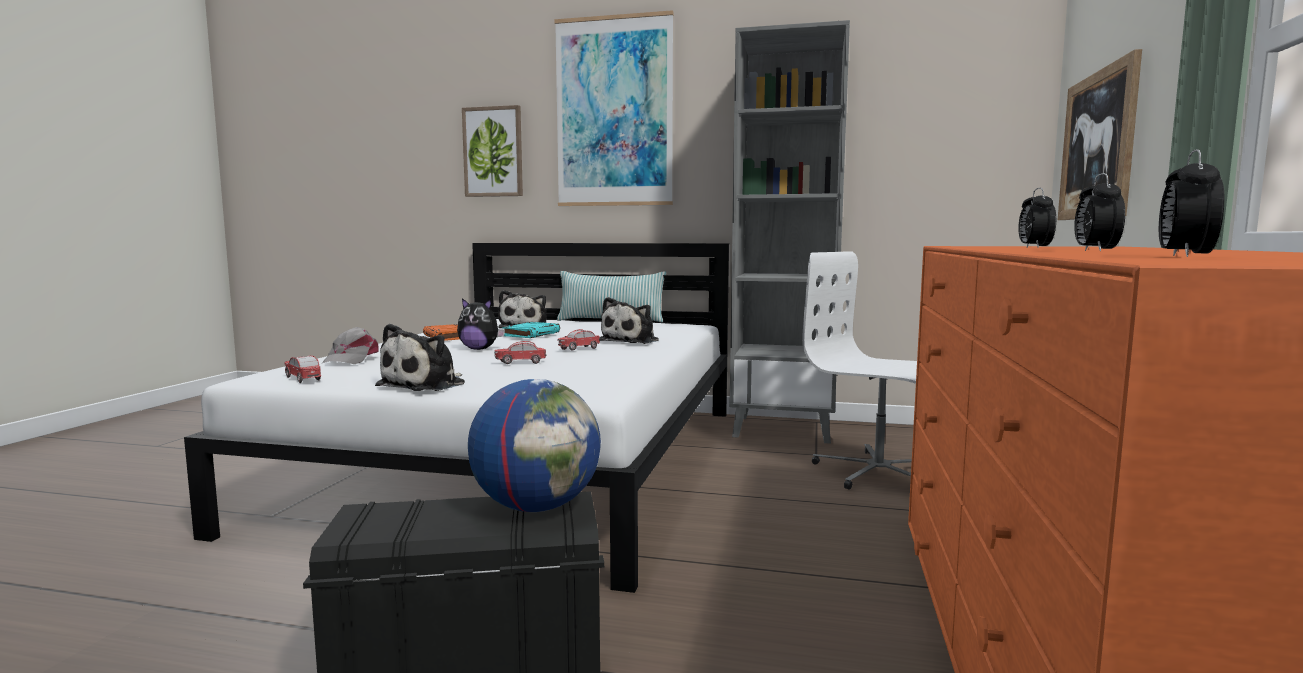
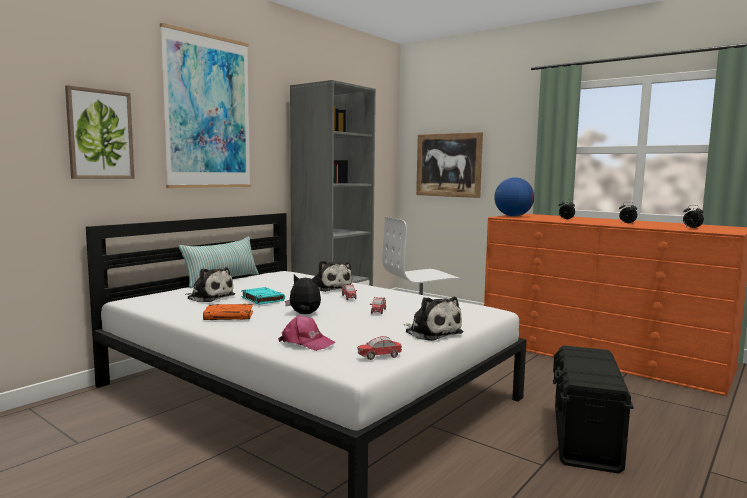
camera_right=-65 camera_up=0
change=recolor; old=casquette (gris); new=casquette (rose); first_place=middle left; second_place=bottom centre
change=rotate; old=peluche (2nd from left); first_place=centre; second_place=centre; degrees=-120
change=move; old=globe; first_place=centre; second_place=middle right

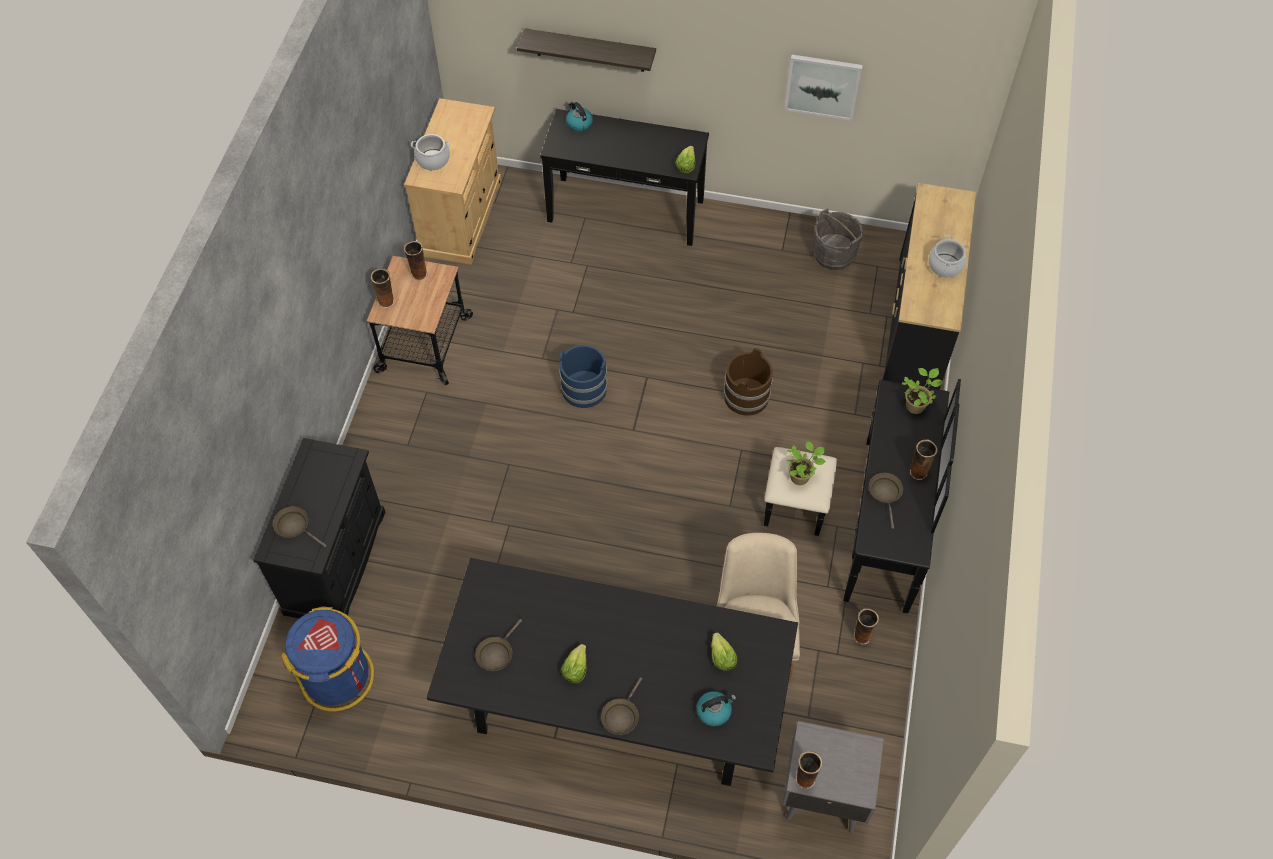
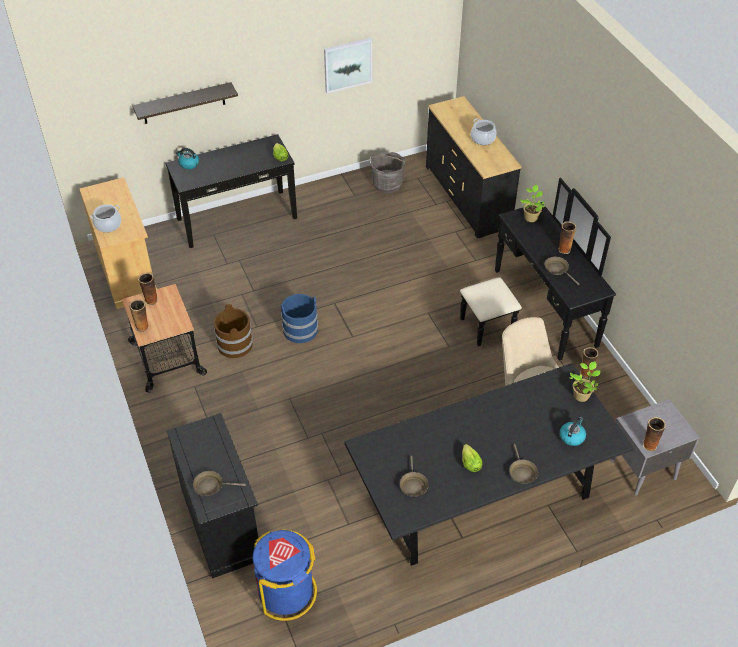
camera_right=-35 camera_up=-10
change=delete; old=laitue (3rd from left); first_place=bottom centre
change=move; old=seau (marron); first_place=centre; second_place=middle left
change=move; old=plante en pot (1st from left in the first image); new=plante en pot (2nd from left); first_place=centre; second_place=middle right

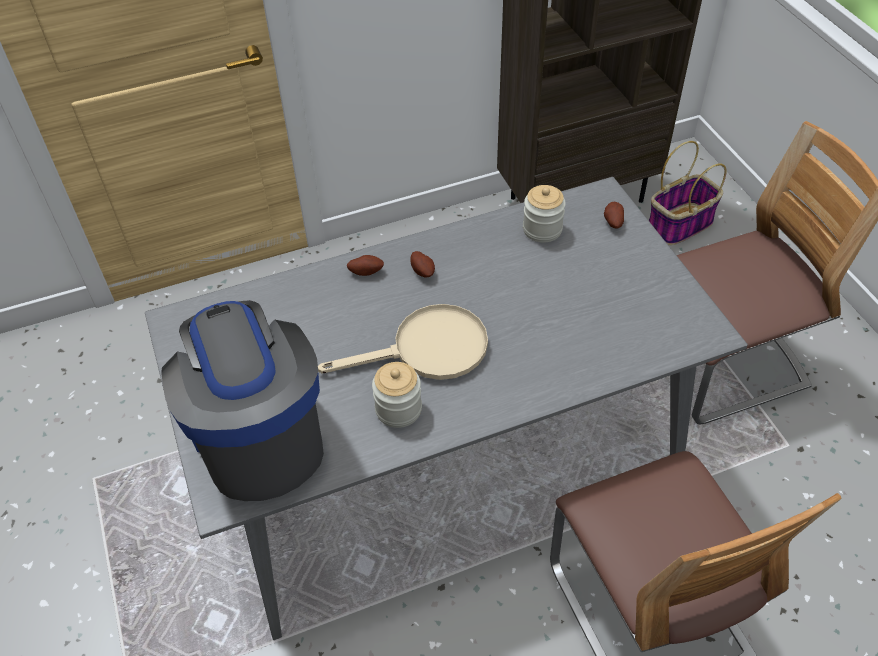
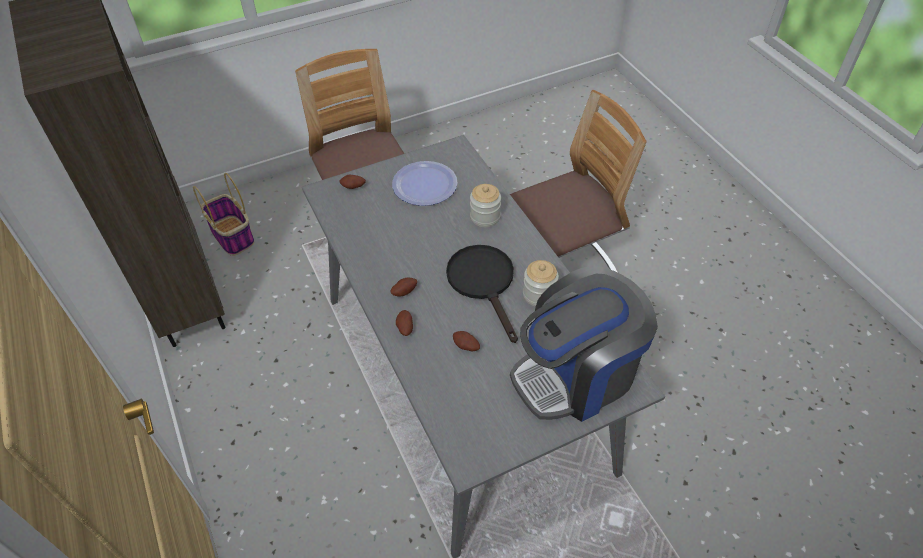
camera_right=-95 camera_up=0
change=recolor; old=poêle (beige); new=poêle (noir); first_place=centre; second_place=centre
change=move; old=bocal (2nd from left in the first image); new=bocal (1st from left); first_place=top centre; second_place=centre
change=insert; new=assiette; second_place=top centre
change=insert; new=pomme de terre (4th from left); second_place=centre

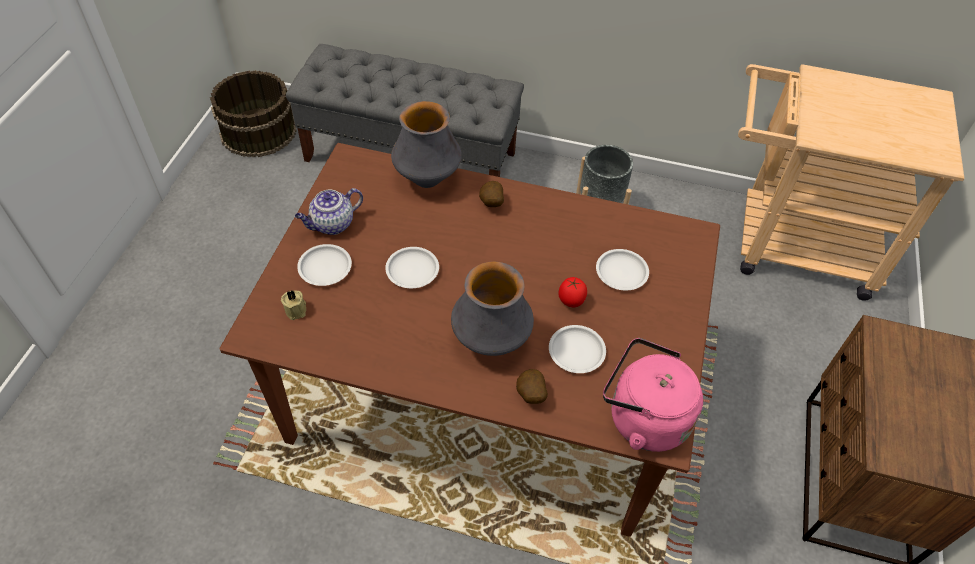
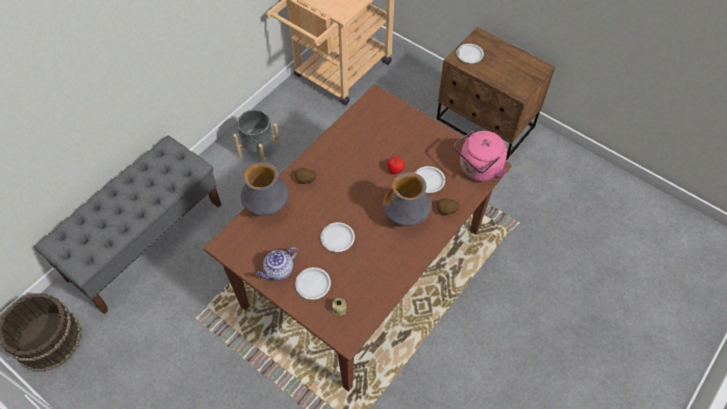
camera_right=-65 camera_up=5
change=rotate; old=théière; first_place=centre; second_place=centre; degrees=60
change=move; old=assiette (blanc) (4th from left); first_place=centre; second_place=top centre

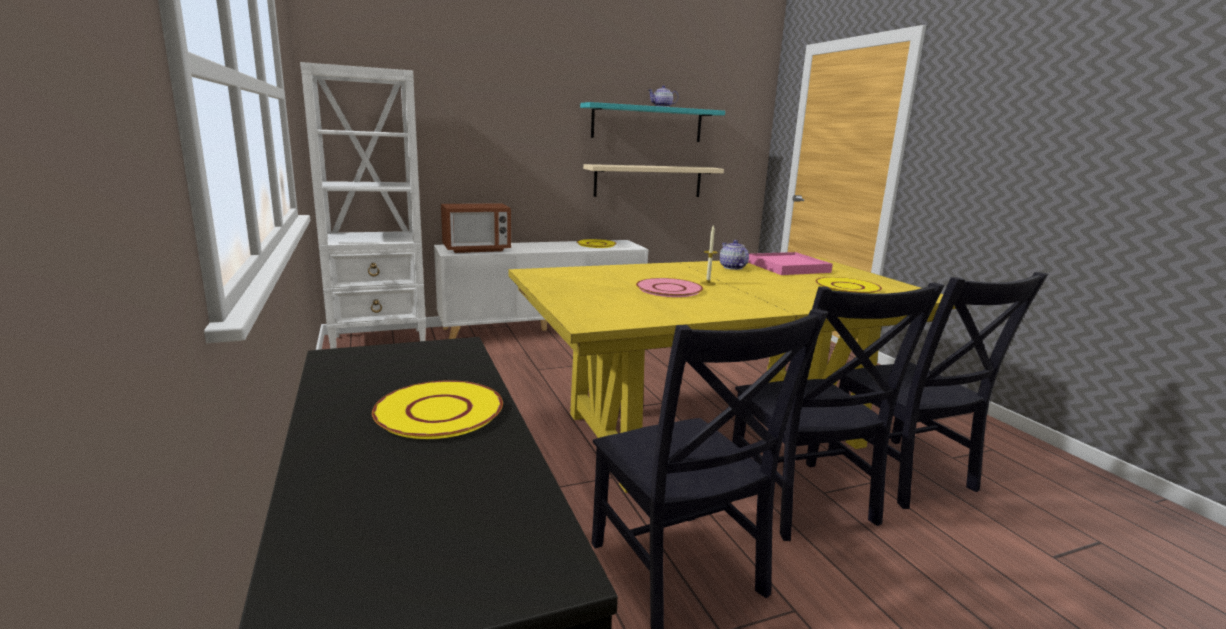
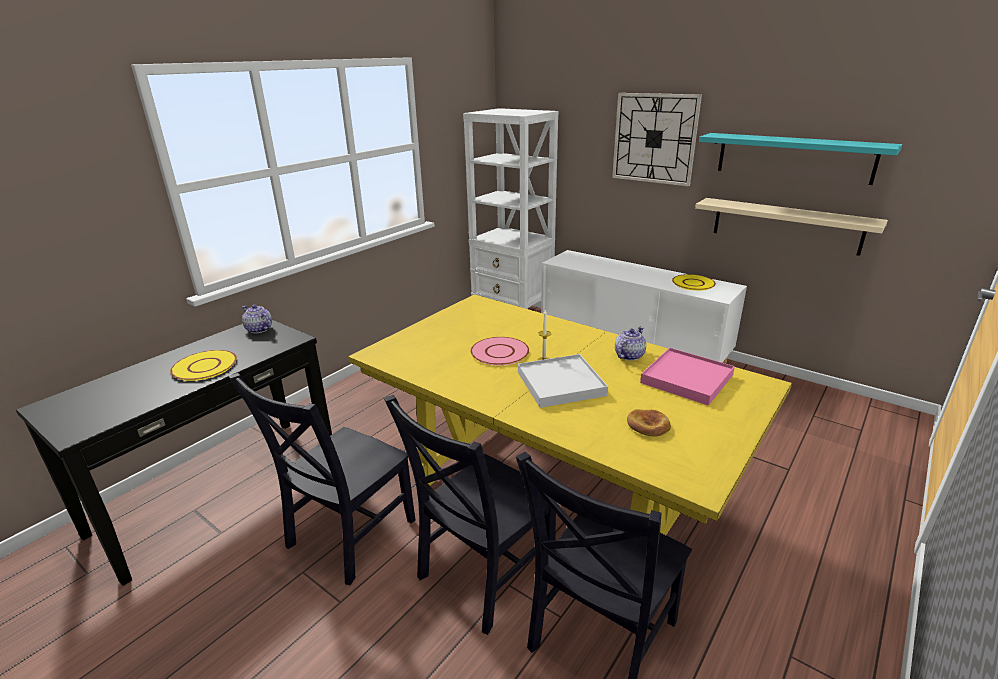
camera_right=60 camera_up=10
change=delete; old=micro-ondes; first_place=centre
change=move; old=théière (1st from left); first_place=top centre; second_place=middle left
change=replace; old=assiette (jaune) (3rd from left); new=pain; first_place=middle right; second_place=centre
change=insert; new=plateau (blanc); second_place=centre
change=insert; new=horloge murale; second_place=top centre

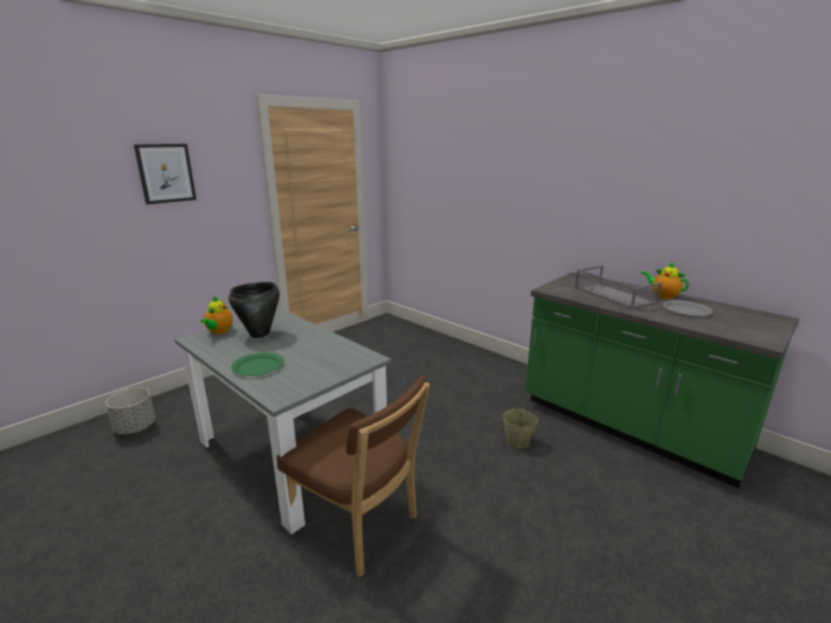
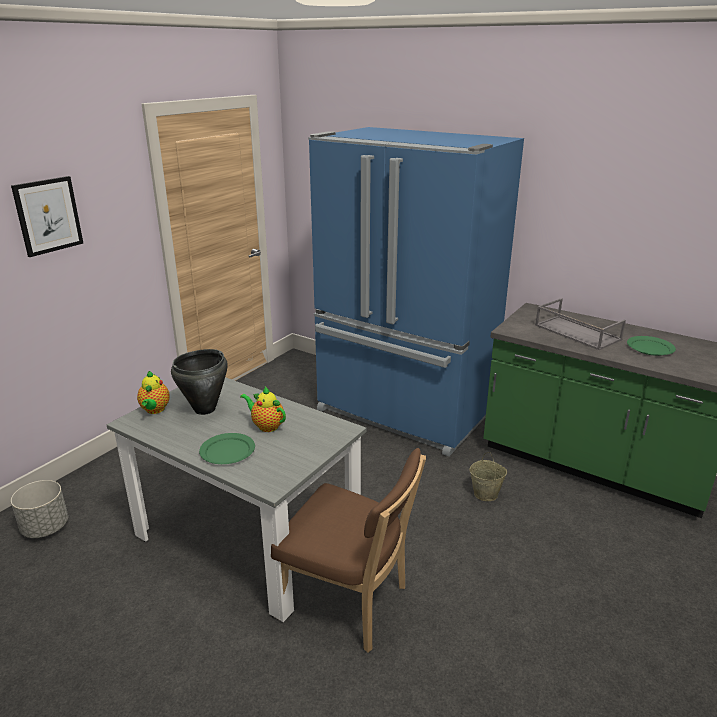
camera_right=-10 camera_up=5
change=move; old=théière (2nd from left); first_place=middle right; second_place=centre
change=recolor; old=assiette (gris); new=assiette (vert) (2nd from left); first_place=middle right; second_place=middle right
change=insert; new=réfrigérateur (bleu); second_place=centre

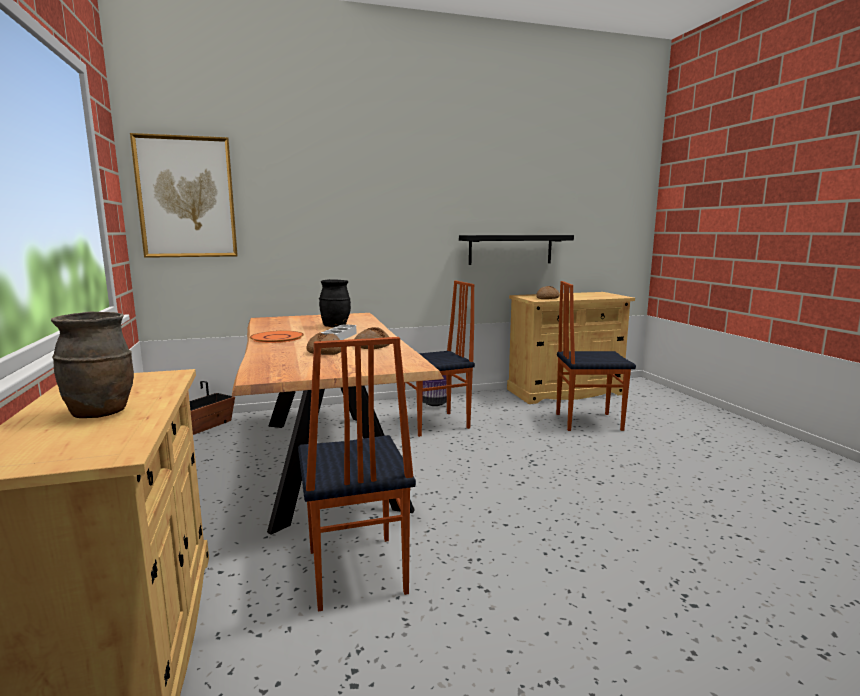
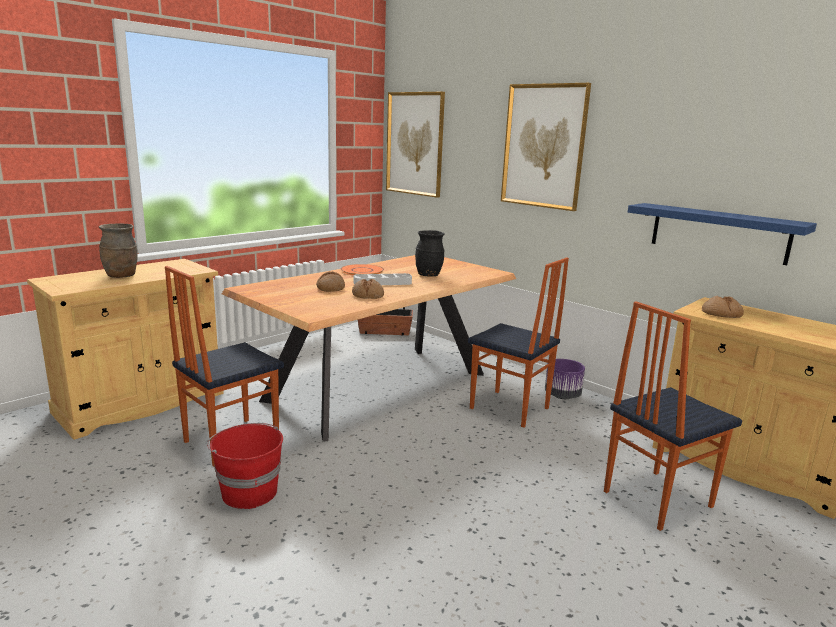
camera_right=60 camera_up=5
change=recolor; old=étagère (noir); new=étagère (bleu); first_place=centre; second_place=middle right
change=rotate; old=chaise (3rd from left); first_place=middle right; second_place=middle right; degrees=-90
change=insert; new=seau (rouge); second_place=bottom left
change=insert; new=tableau (2nd from left); second_place=top centre

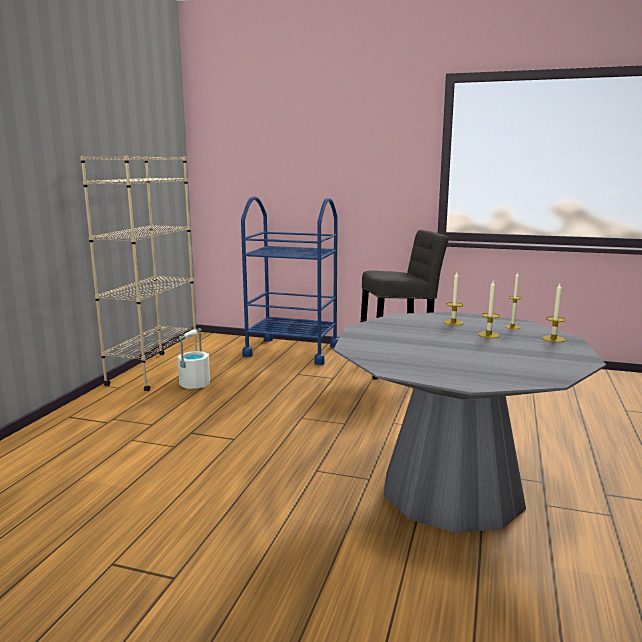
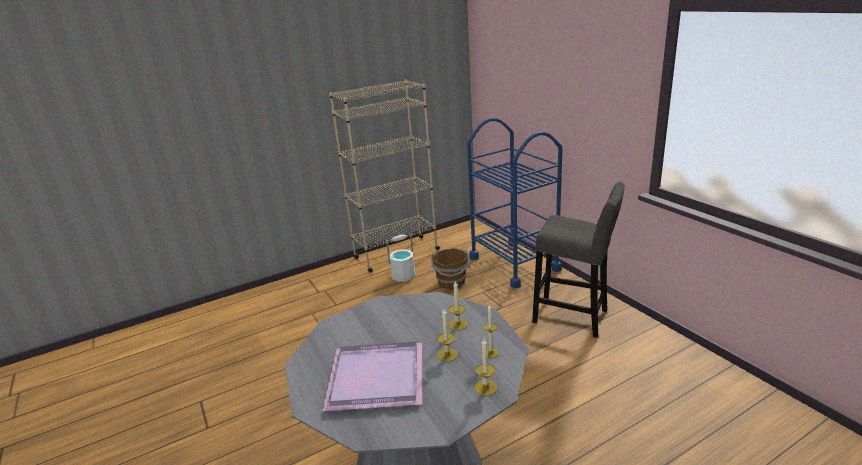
camera_right=45 camera_up=10
change=insert; new=plateau (violet); second_place=bottom centre
change=insert; new=seau (marron); second_place=centre

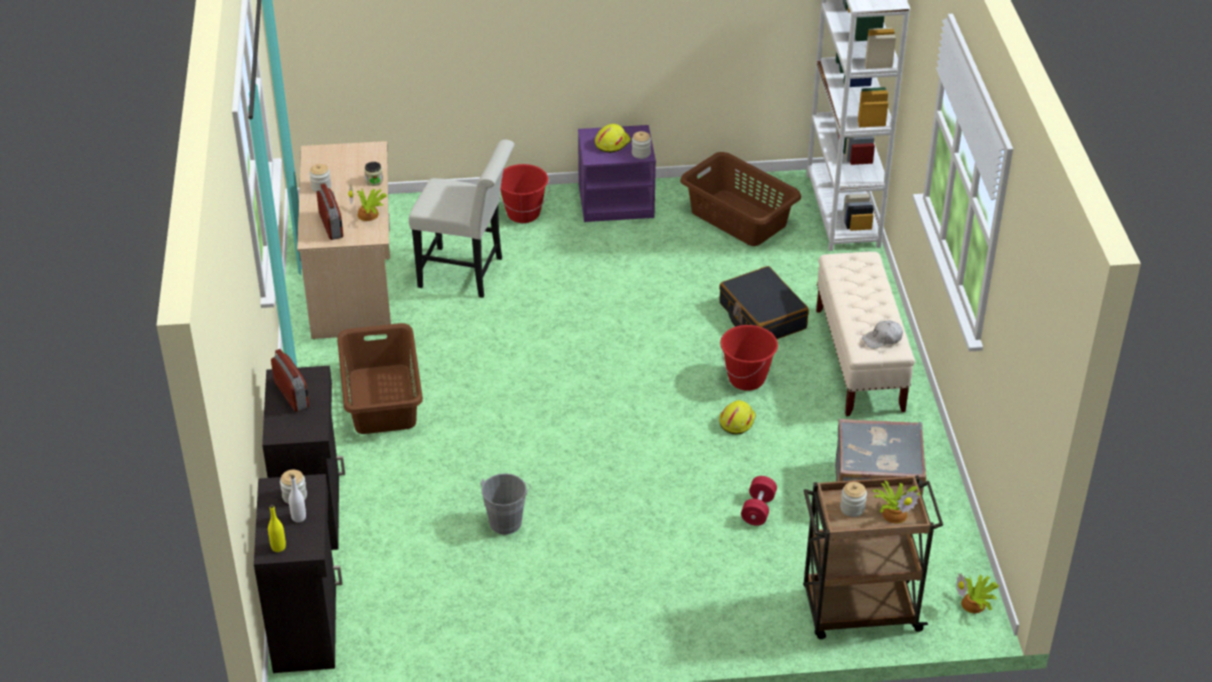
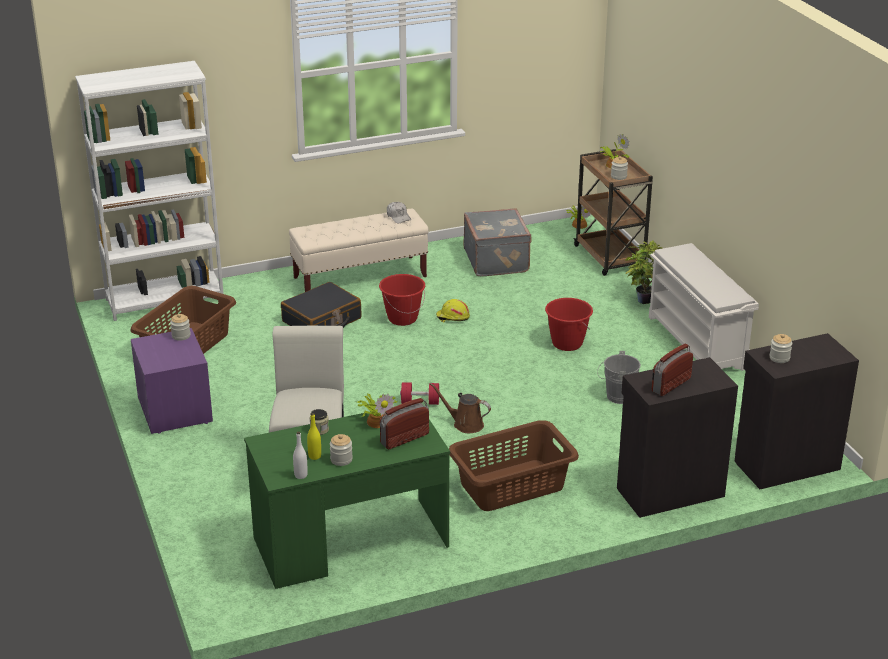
camera_right=-105 camera_up=-10
change=move; old=bouteille (jaune); first_place=bottom left; second_place=centre
change=move; old=bouteille (blanc); first_place=bottom left; second_place=bottom centre
change=recolor; old=bureau (beige); new=bureau (vert); first_place=middle left; second_place=bottom centre
change=move; old=seau (rouge) (1st from left in the first image); new=seau (rouge) (2nd from left); first_place=top centre; second_place=centre
change=delete; old=casque de chantier (jaune) (1st from left); first_place=top centre
change=move; old=haltère (rouge); first_place=bottom centre; second_place=centre
change=insert; new=arrosoir (marron); second_place=centre
change=insert; new=plante en pot (4th from left); second_place=middle right
change=insert; new=étagère à chaussures (blanc); second_place=middle right

